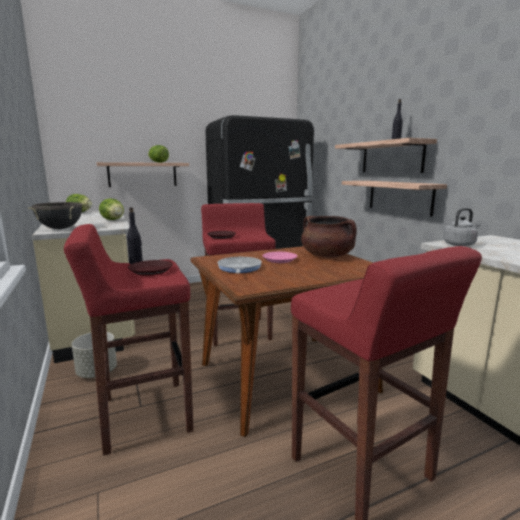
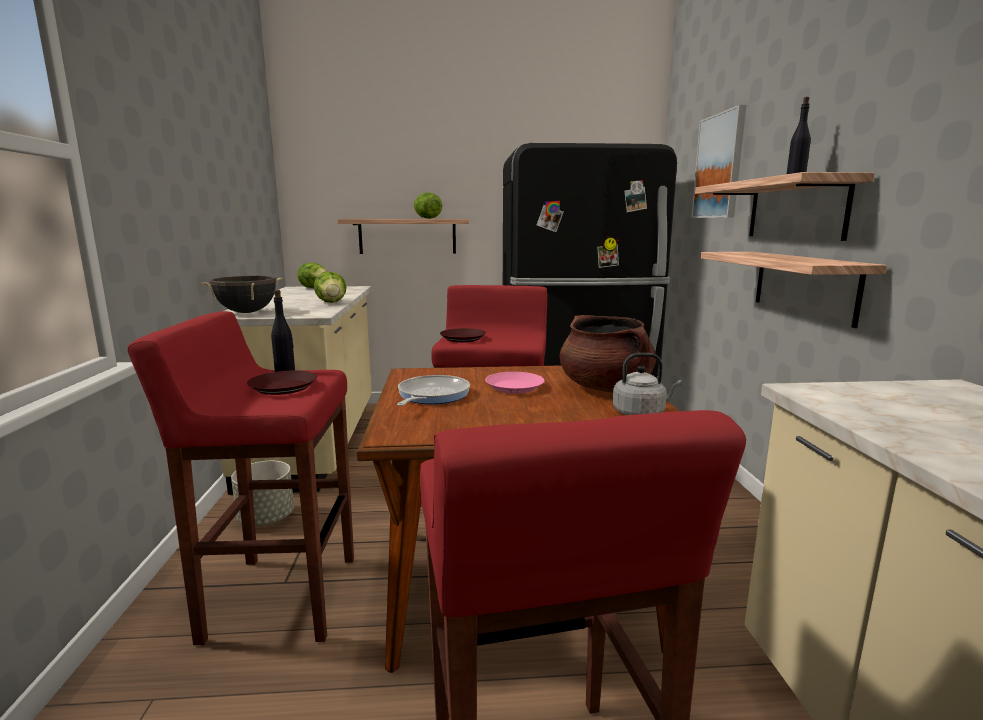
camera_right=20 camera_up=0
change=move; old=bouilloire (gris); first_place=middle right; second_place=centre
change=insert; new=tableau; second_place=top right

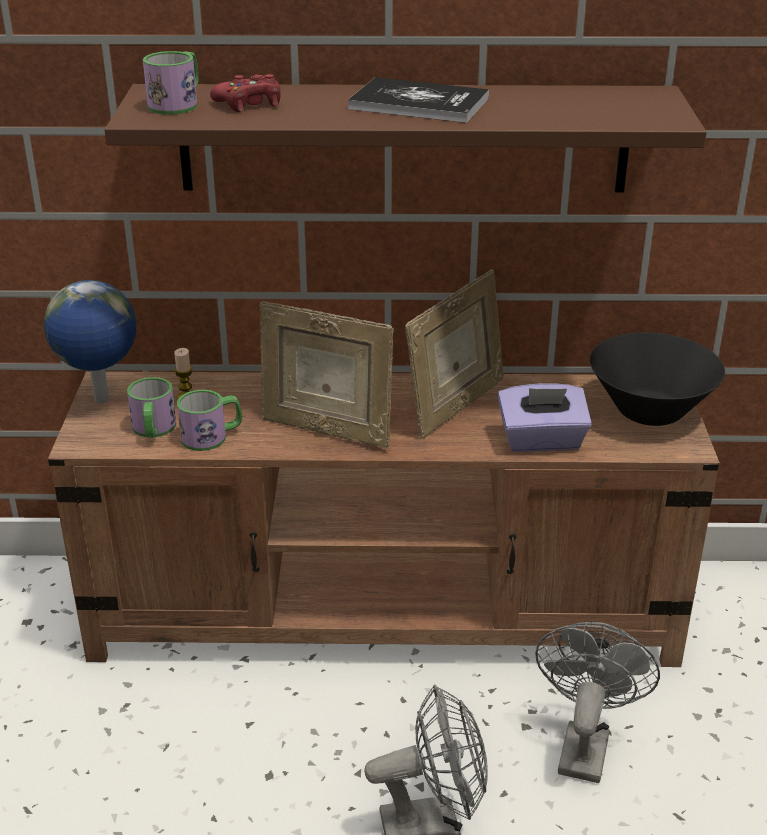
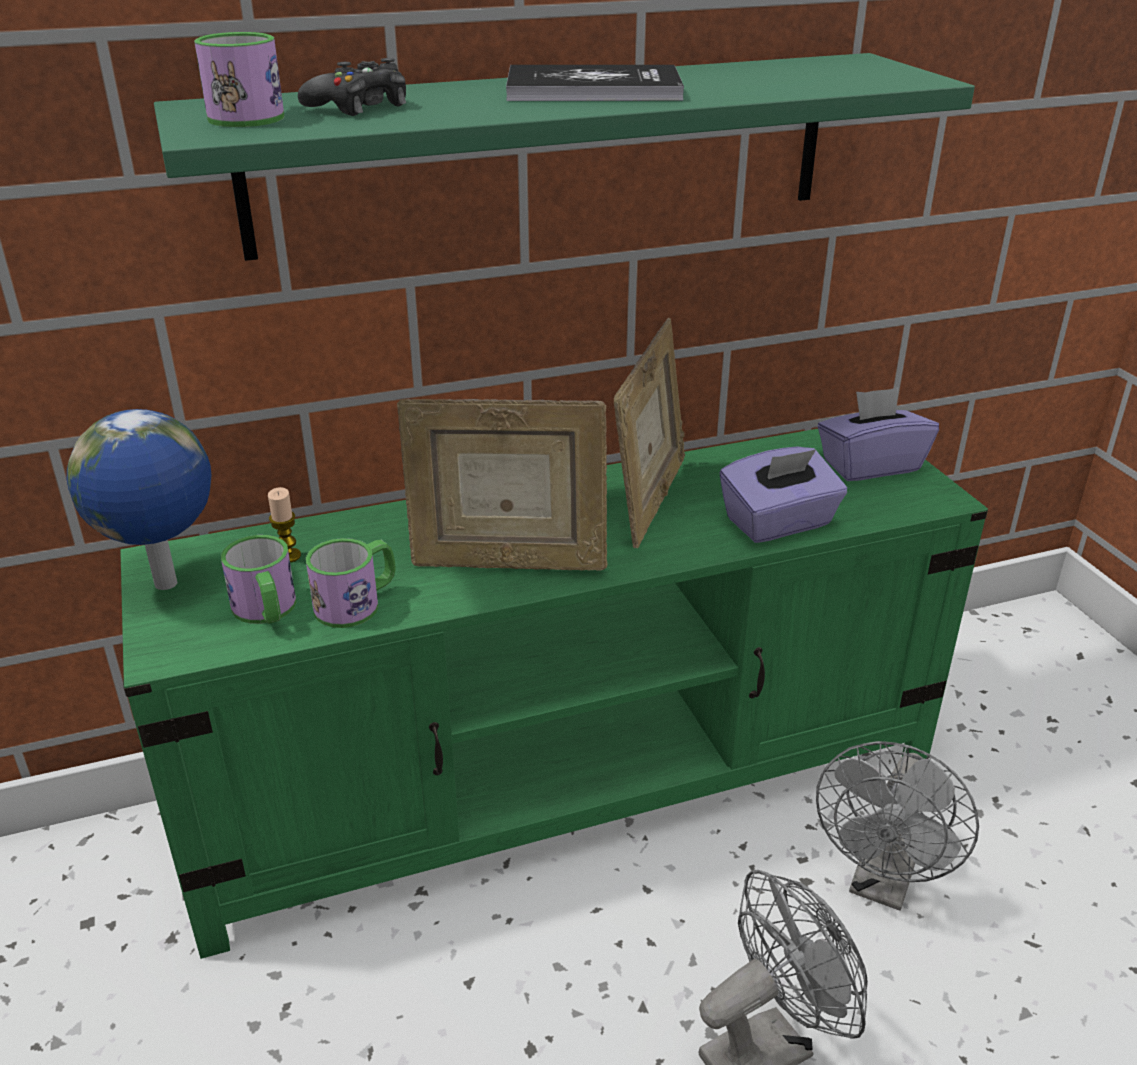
camera_right=-20 camera_up=0
change=recolor; old=meuble télé (marron); new=meuble télé (vert); first_place=centre; second_place=centre
change=recolor; old=étagère (marron); new=étagère (vert); first_place=top centre; second_place=top centre
change=recolor; old=manette (rouge); new=manette (noir); first_place=top left; second_place=top left
change=rotate; old=ventilateur (gris) (2nd from left); first_place=bottom right; second_place=bottom right; degrees=-150
change=replace; old=bol (noir); new=boîte à mouchoirs (violet) (2nd from left); first_place=middle right; second_place=middle right

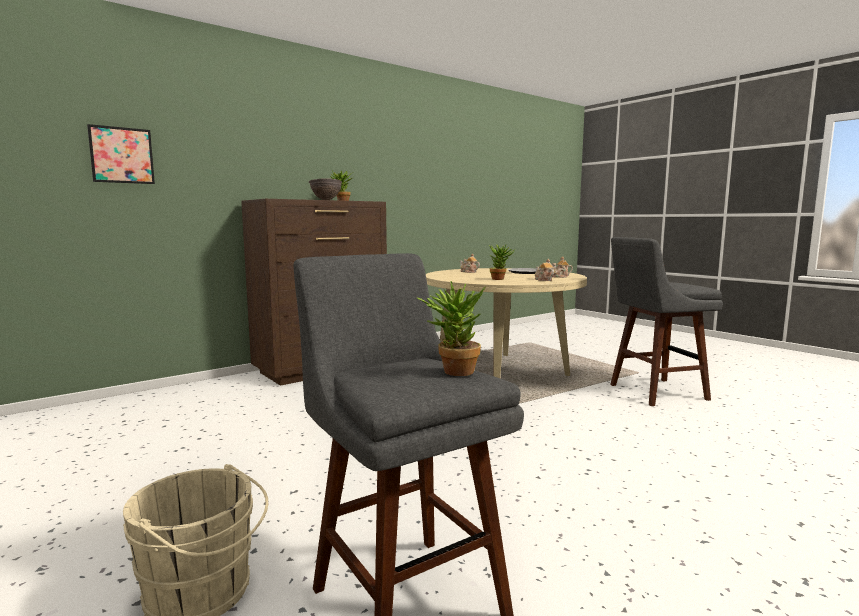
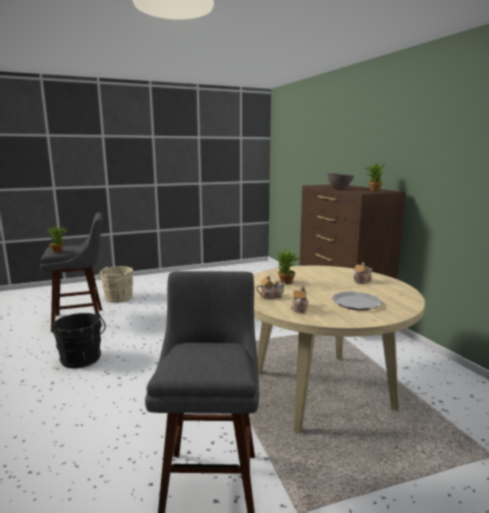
camera_right=105 camera_up=5
change=delete; old=tableau; first_place=top left
change=insert; new=seau (noir); second_place=middle left

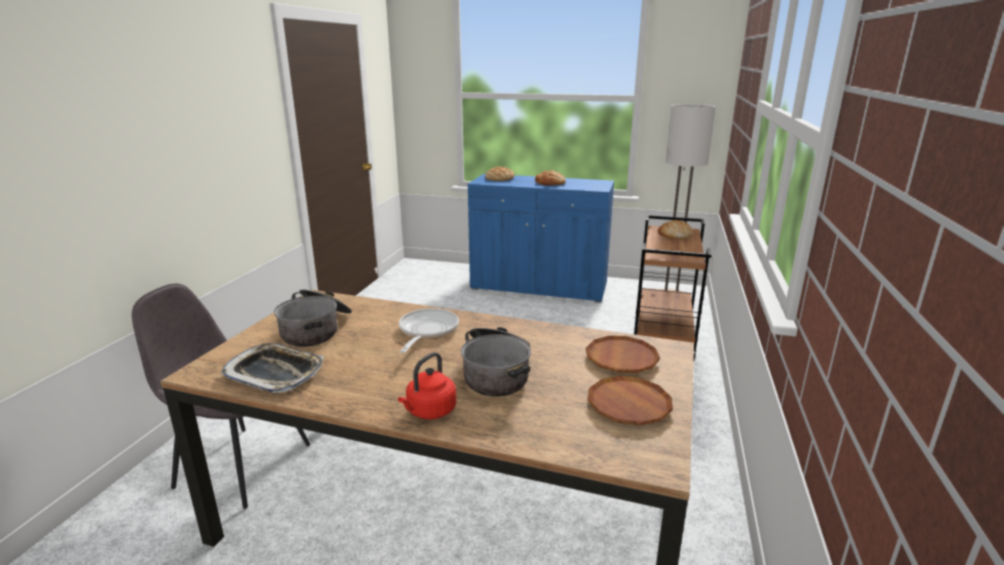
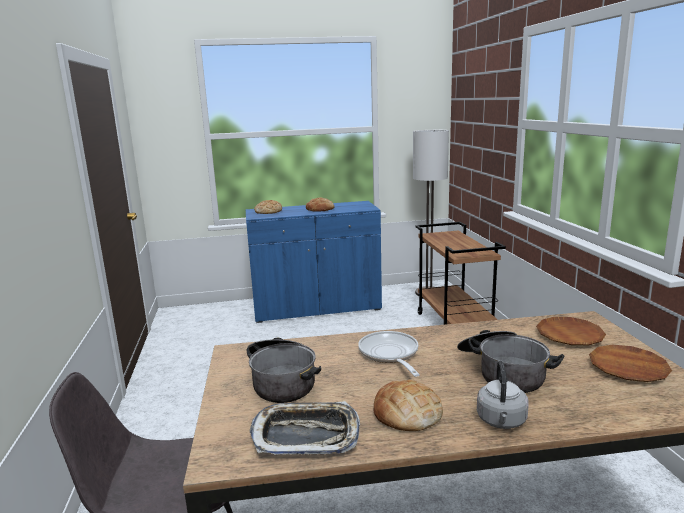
camera_right=-25 camera_up=-5
change=recolor; old=bouilloire (rouge); new=bouilloire (gris); first_place=bottom centre; second_place=bottom right
change=move; old=pain (3rd from left); first_place=middle right; second_place=bottom centre

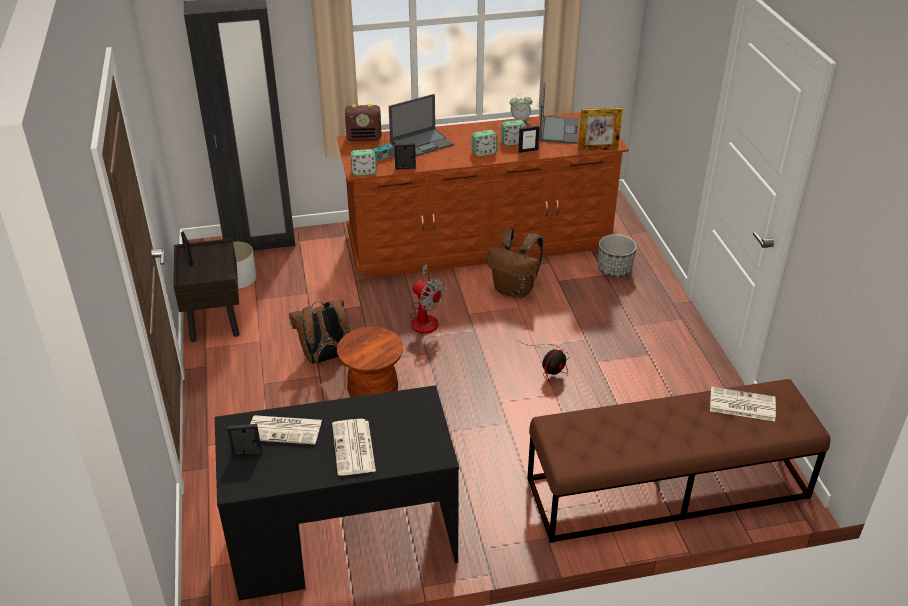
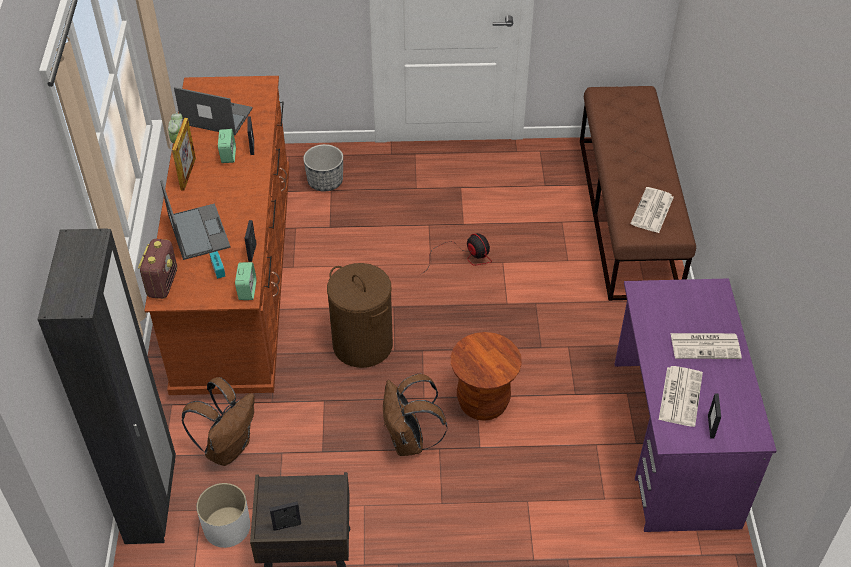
camera_right=-80 camera_up=10
change=recolor; old=bureau (noir); new=bureau (violet); first_place=bottom centre; second_place=bottom right
change=replace; old=ventilateur (1st from left); new=panier à linge (marron); first_place=centre; second_place=centre
change=delete; old=réveil (2nd from left); first_place=top centre
change=move; old=sac à dos (marron) (2nd from left in the first image); new=sac à dos (marron) (1st from left); first_place=centre; second_place=bottom left
change=move; old=cadre photo (5th from left in the first image); new=cadre photo (1st from left); first_place=top centre; second_place=top left
change=move; old=journal (3rd from left in the first image); new=journal (1st from left); first_place=bottom right; second_place=middle right

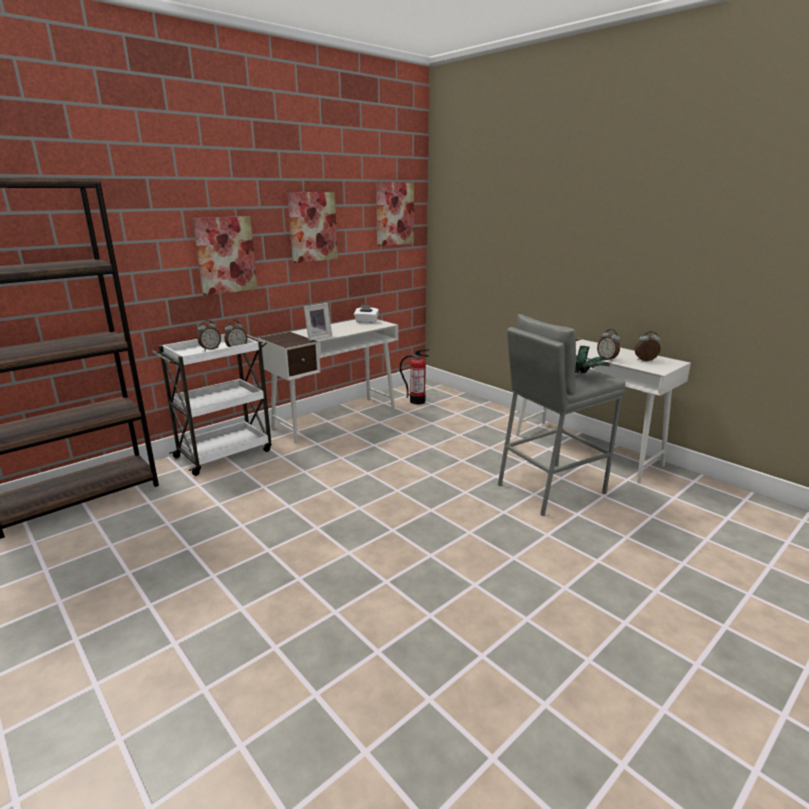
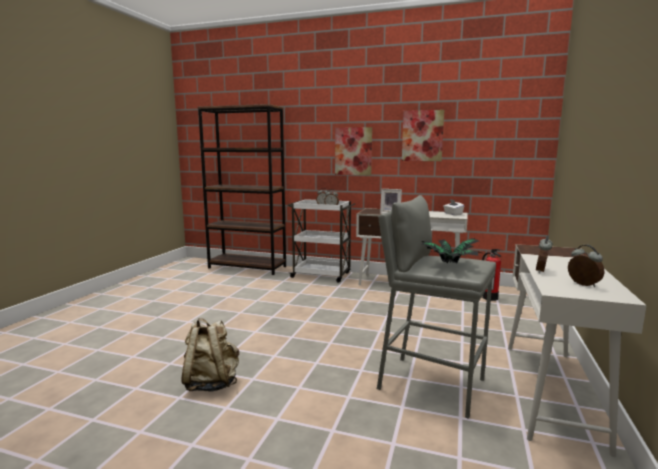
camera_right=60 camera_up=-10
change=delete; old=tableau (3rd from left); first_place=top centre
change=insert; new=sac à dos (beige); second_place=bottom left

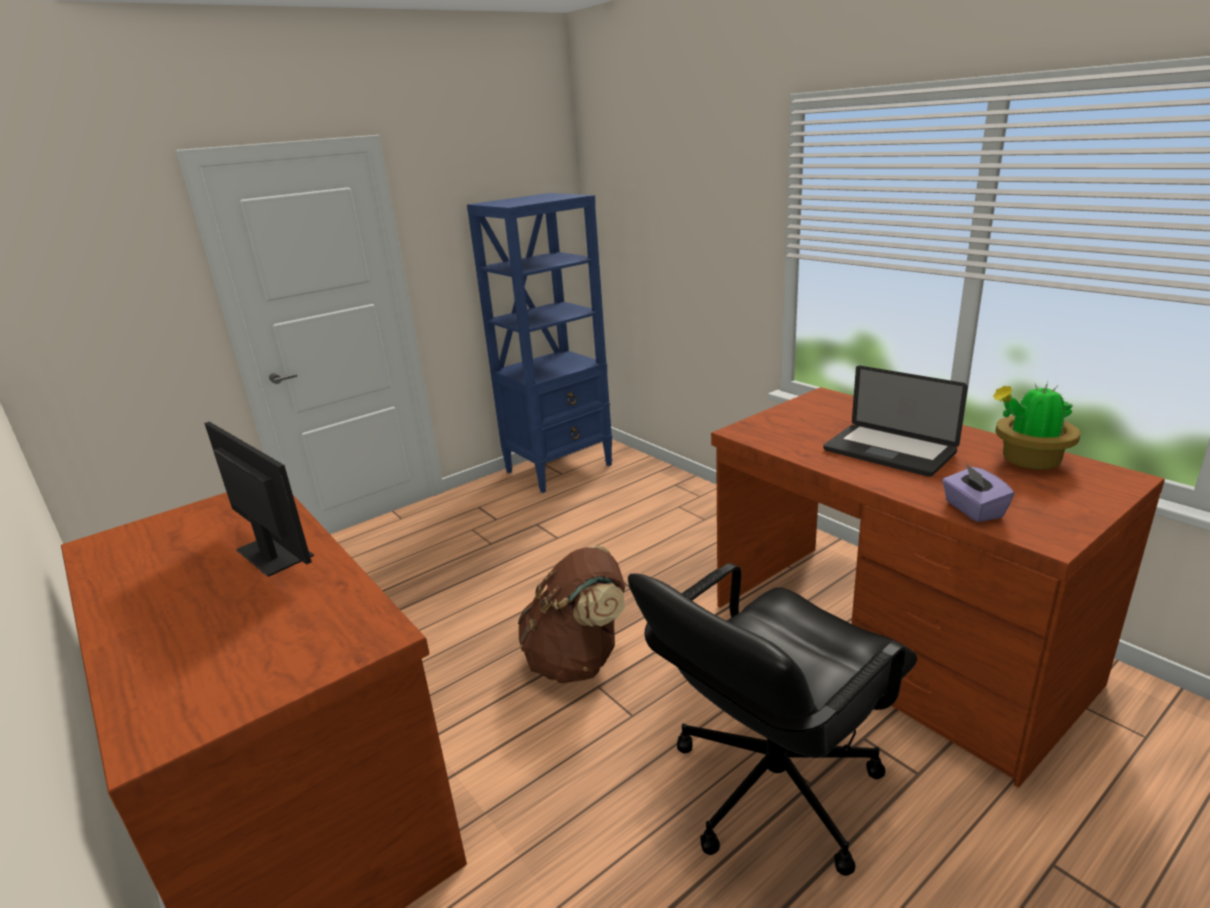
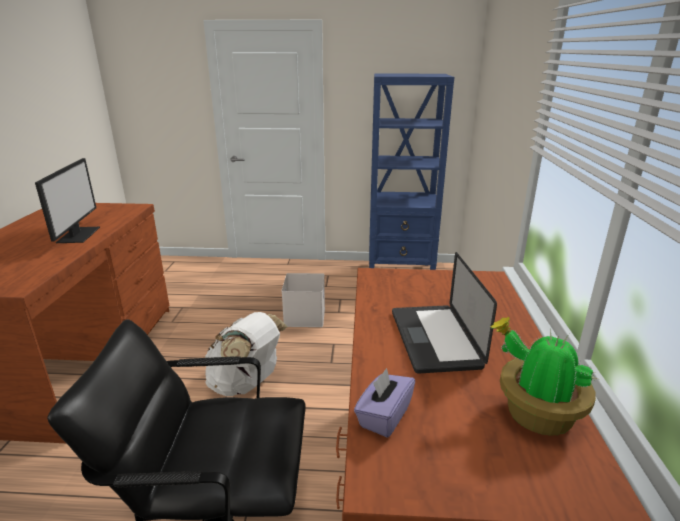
camera_right=40 camera_up=0
change=recolor; old=sac à dos (marron); new=sac à dos (blanc); first_place=bottom centre; second_place=bottom centre
change=insert; new=boîte de rangement (blanc); second_place=centre

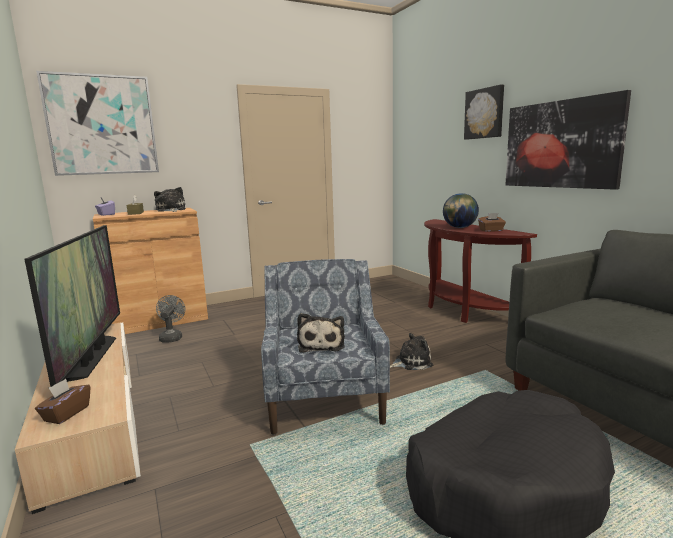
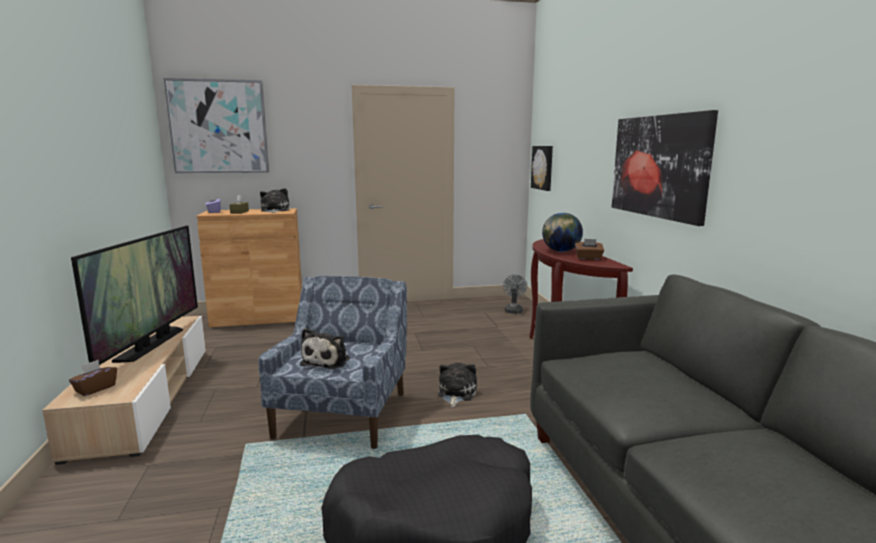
camera_right=15 camera_up=0
change=move; old=ventilateur (gris); first_place=middle left; second_place=centre
change=rotate; old=peluche (3rd from left); first_place=centre; second_place=bottom centre; degrees=-75
change=move; old=tableau (2nd from left); first_place=top right; second_place=top centre

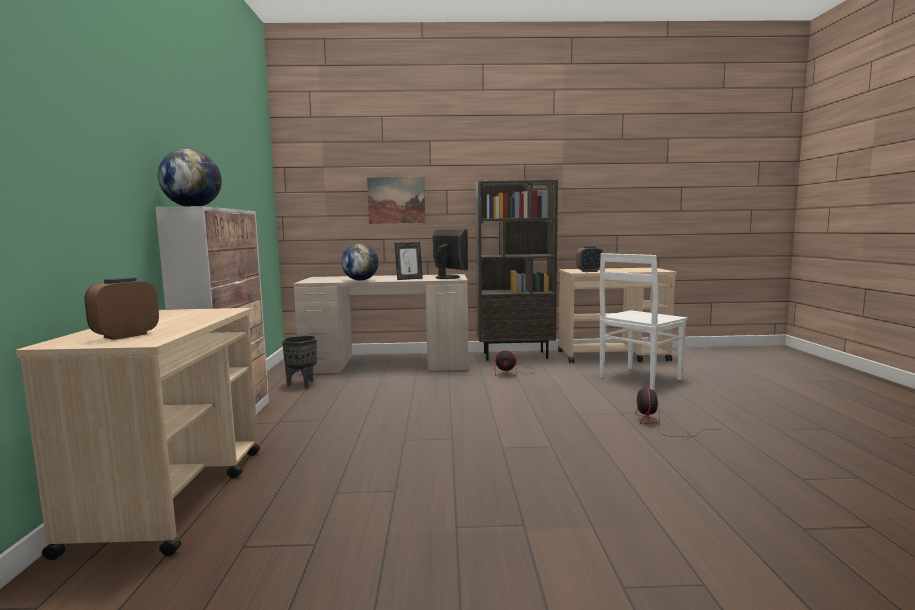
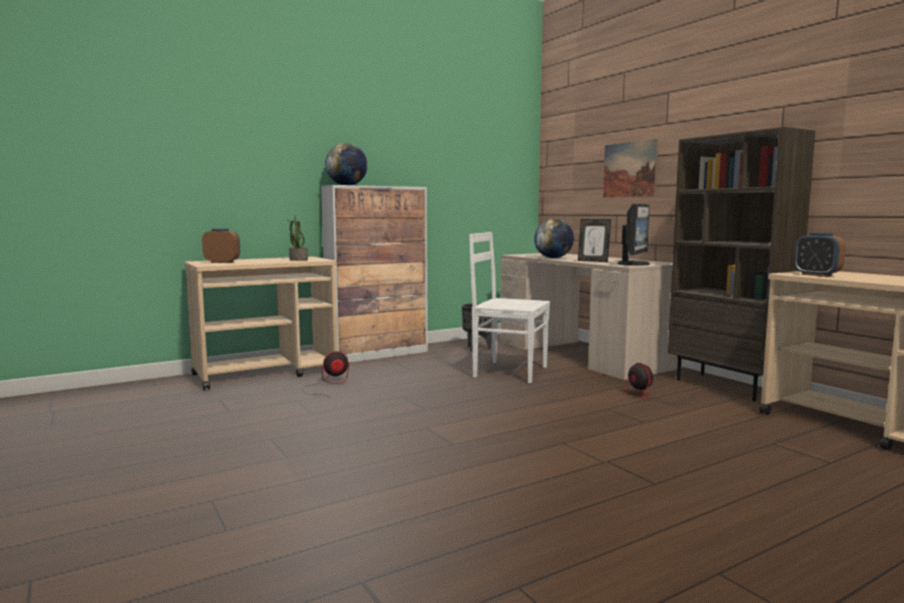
camera_right=60 camera_up=0
change=move; old=chaise (blanc); first_place=middle right; second_place=centre
change=move; old=ventilateur (2nd from left in the first image); new=ventilateur (1st from left); first_place=bottom right; second_place=centre
change=insert; new=plante en pot; second_place=middle left

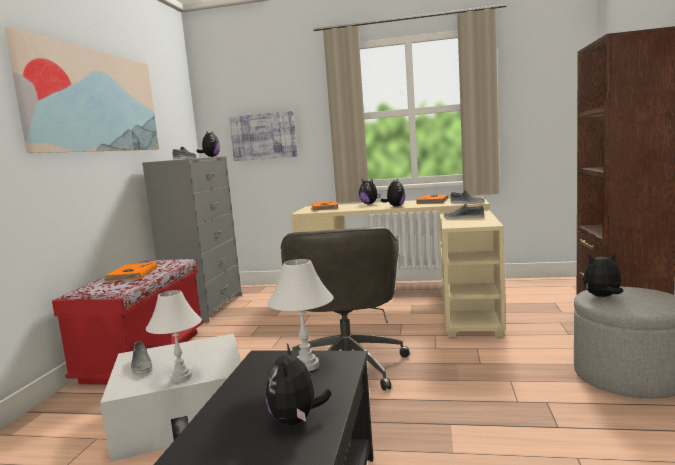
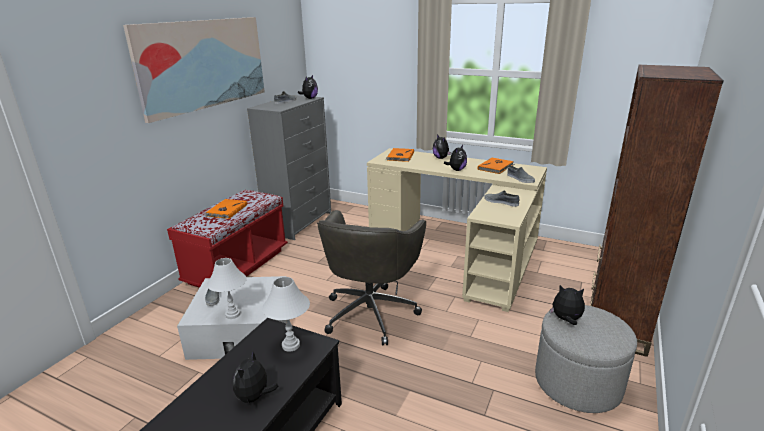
camera_right=15 camera_up=15
change=delete; old=tableau (2nd from left); first_place=top centre

